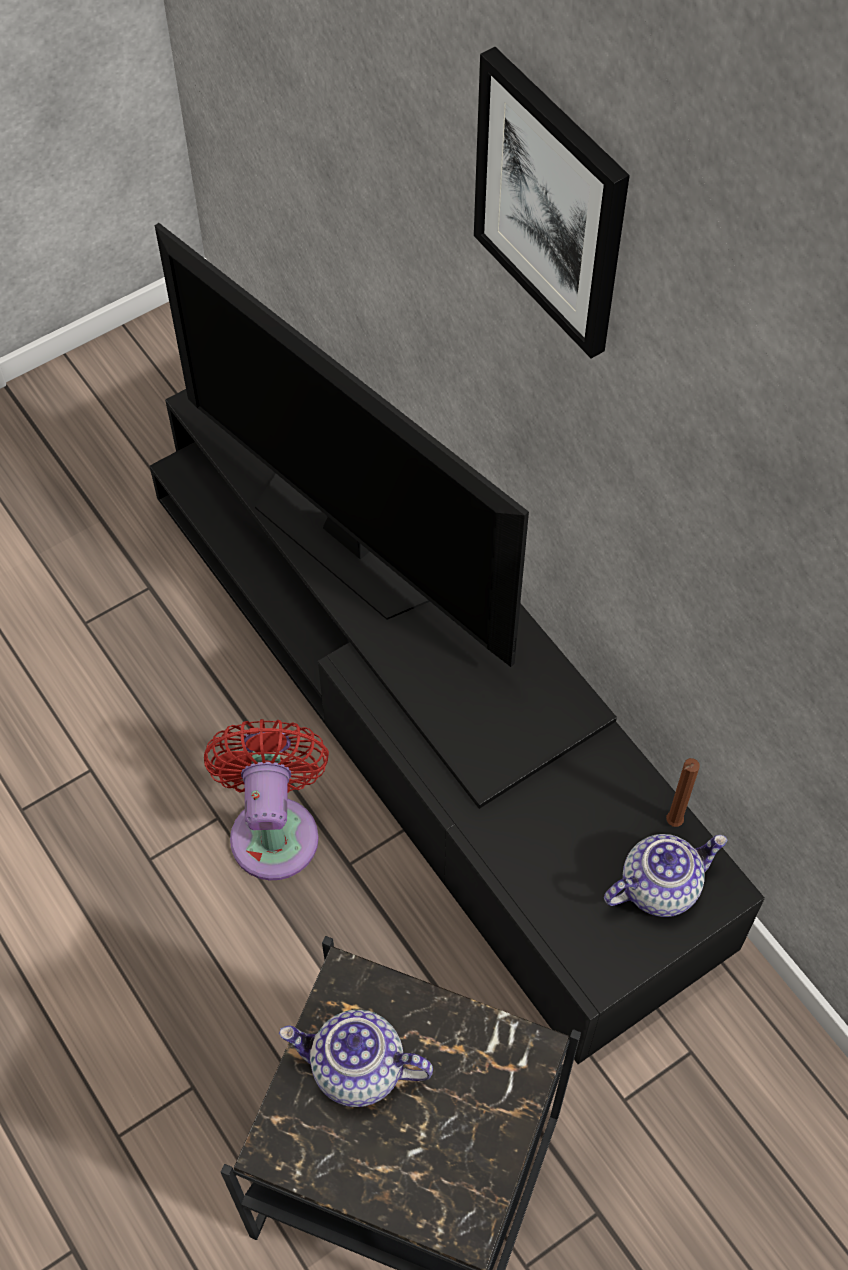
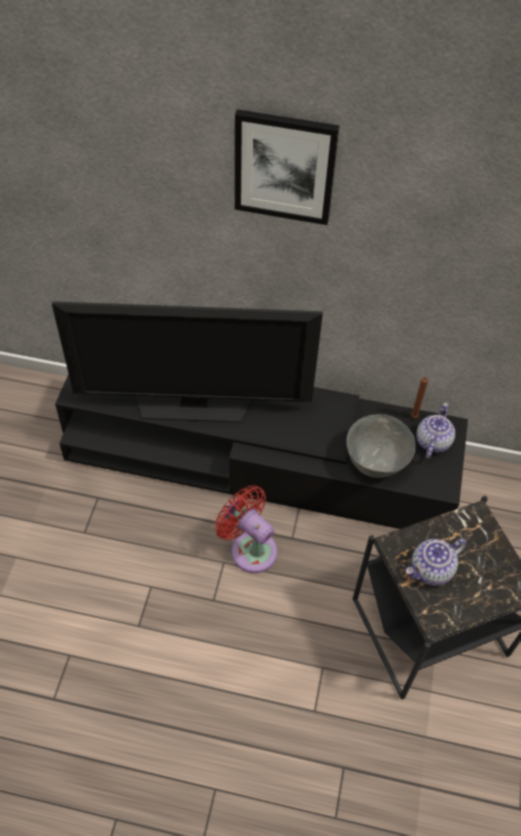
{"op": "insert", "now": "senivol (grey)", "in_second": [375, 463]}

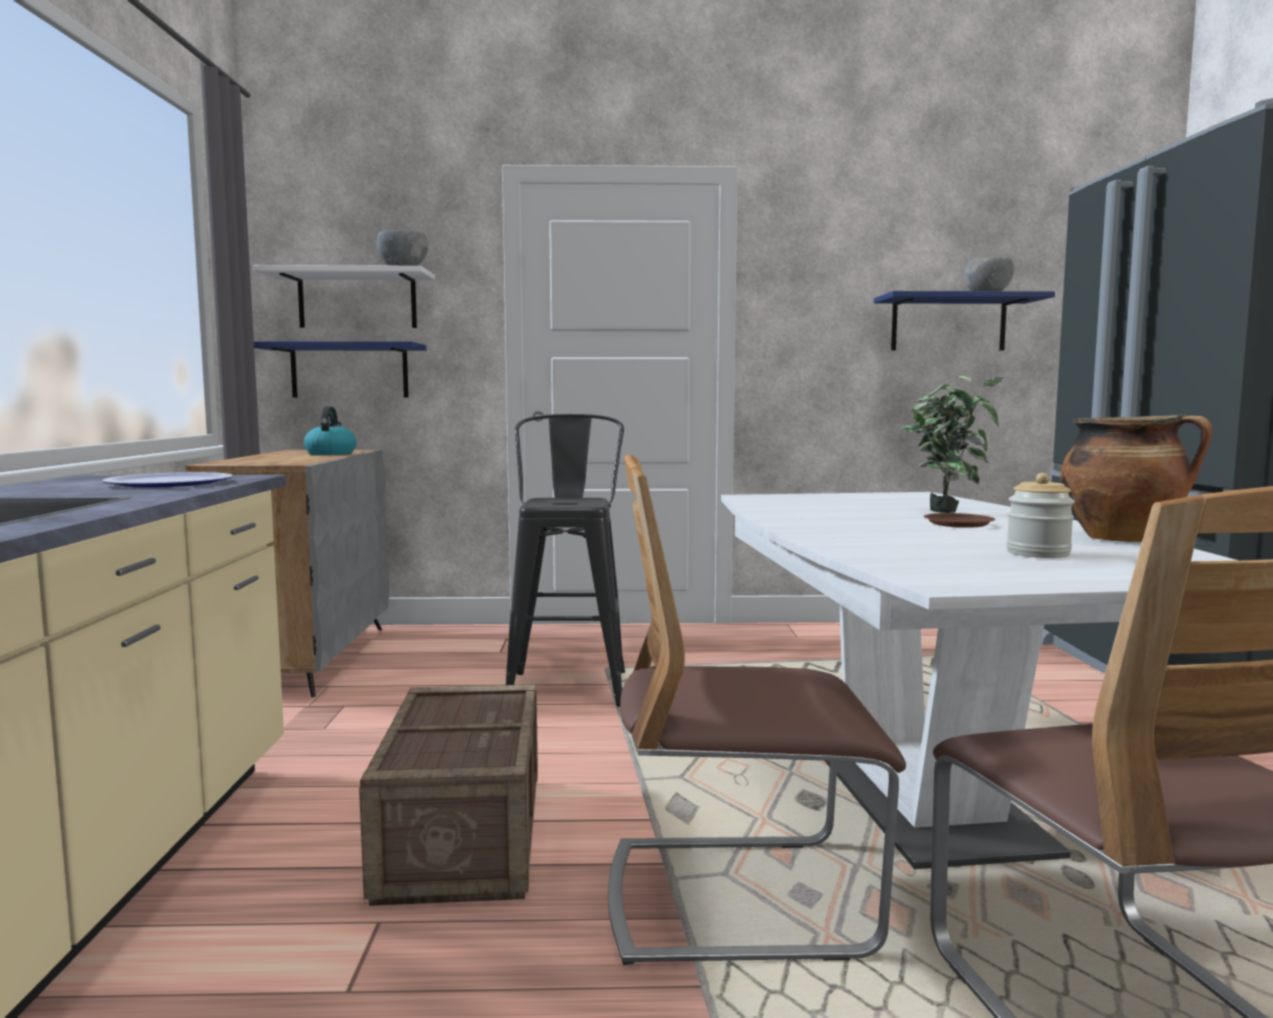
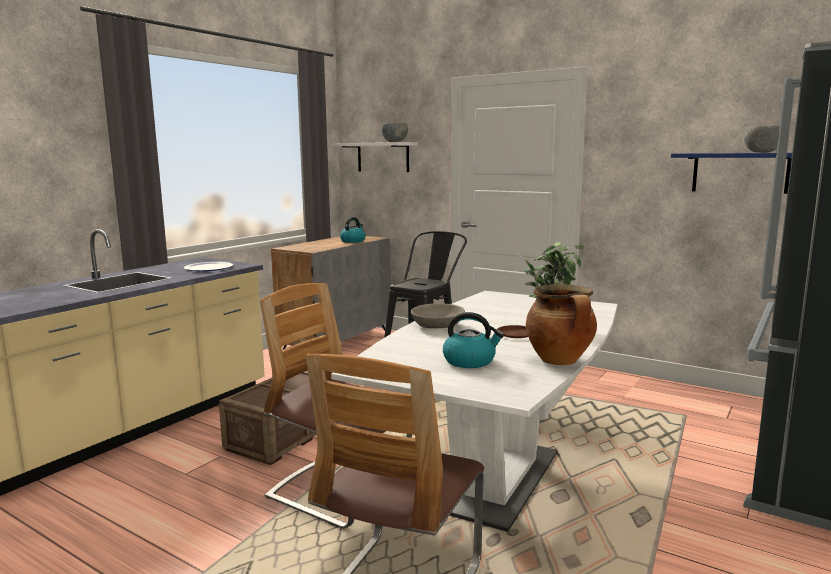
{"op": "delete", "was": "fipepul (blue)", "in_first": [349, 371]}
{"op": "insert", "now": "senivol (grey)", "in_second": [437, 325]}
{"op": "replace", "was": "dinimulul", "now": "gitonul", "in_first": [1038, 553], "in_second": [470, 361]}

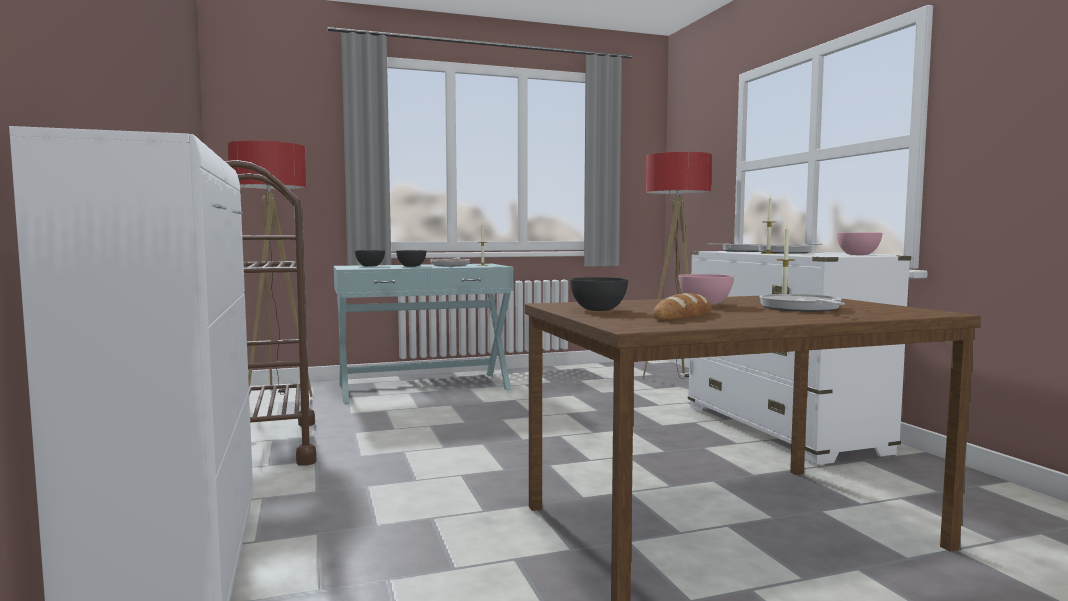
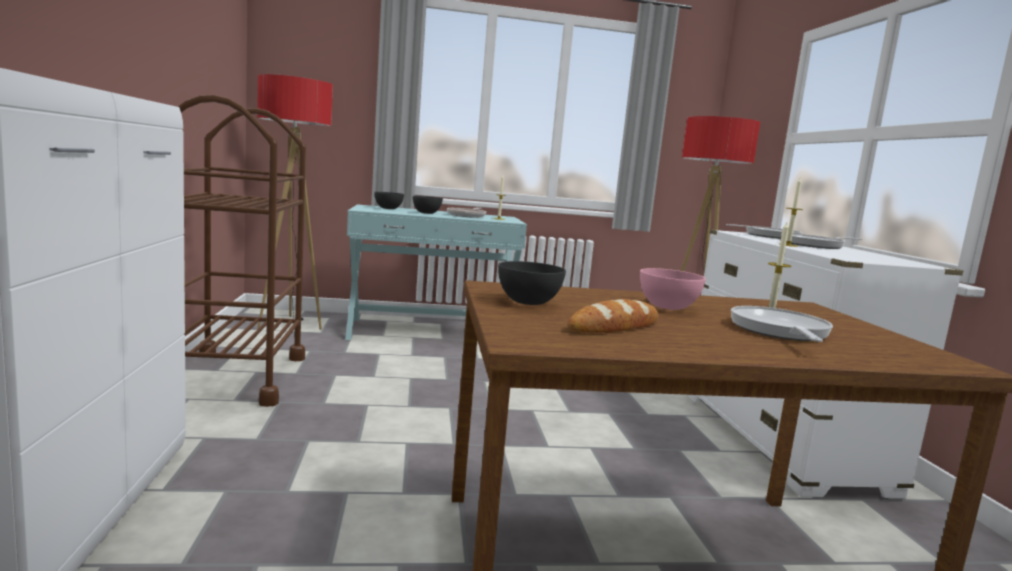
{"op": "delete", "was": "senivol (pink)", "in_first": [857, 255]}

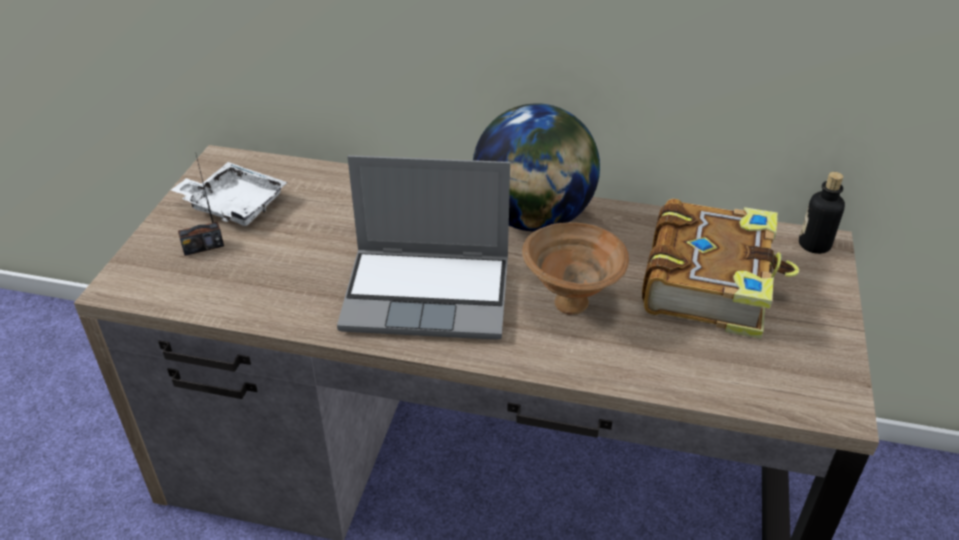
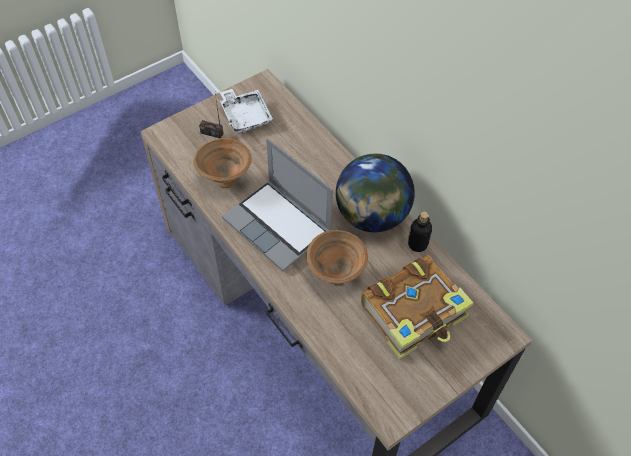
{"op": "insert", "now": "senivol (brown)", "in_second": [224, 181]}
{"op": "move", "was": "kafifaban", "in_first": [814, 244], "in_second": [417, 244]}

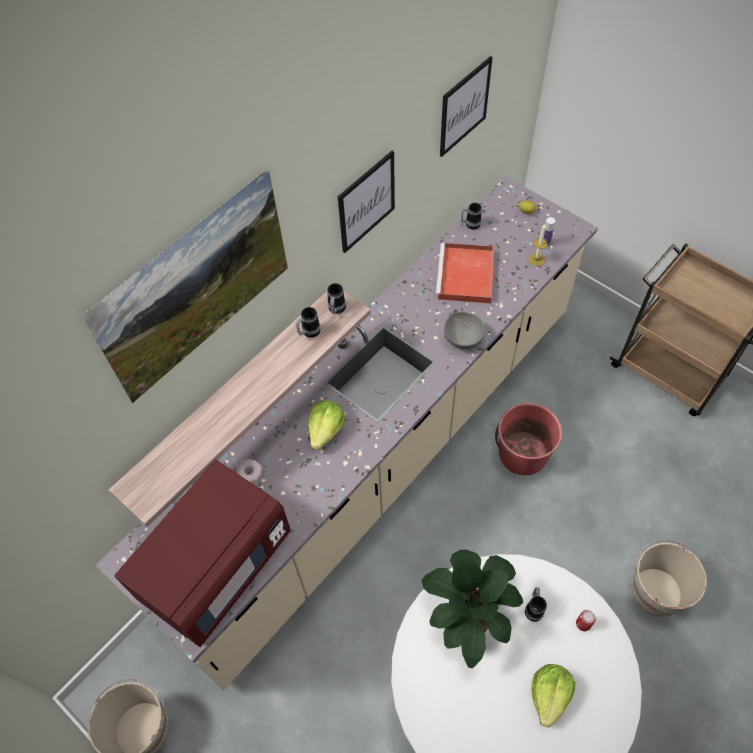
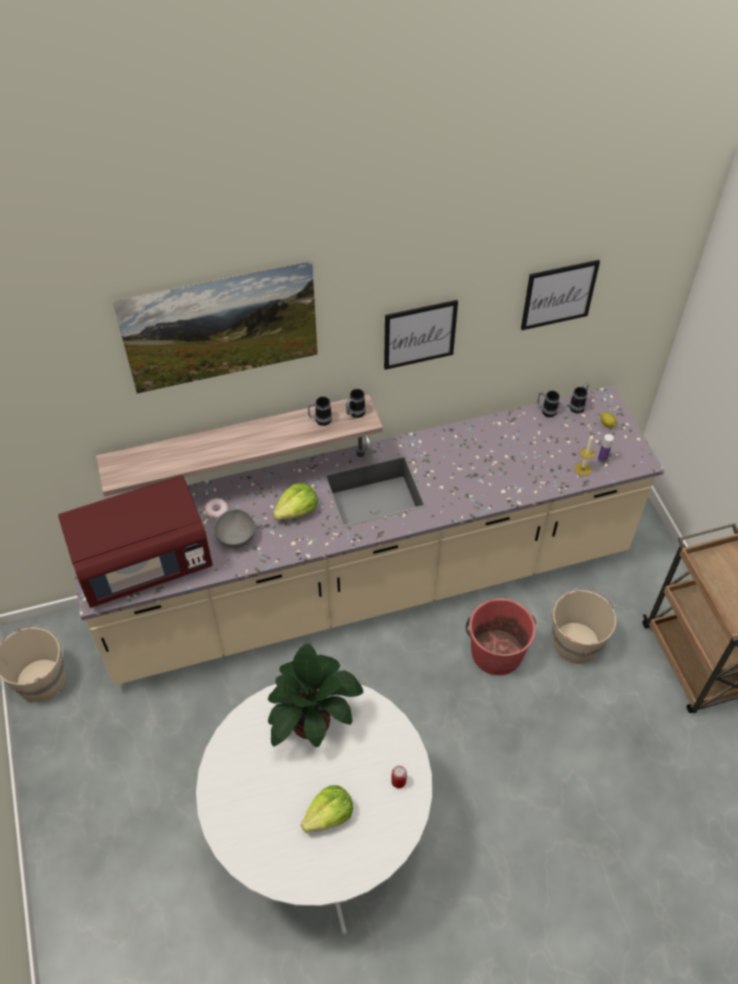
{"op": "delete", "was": "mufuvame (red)", "in_first": [466, 276]}
{"op": "move", "was": "senivol (grey)", "in_first": [463, 338], "in_second": [237, 536]}
{"op": "move", "was": "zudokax", "in_first": [533, 608], "in_second": [578, 406]}
{"op": "move", "was": "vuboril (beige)", "in_first": [655, 591], "in_second": [575, 641]}

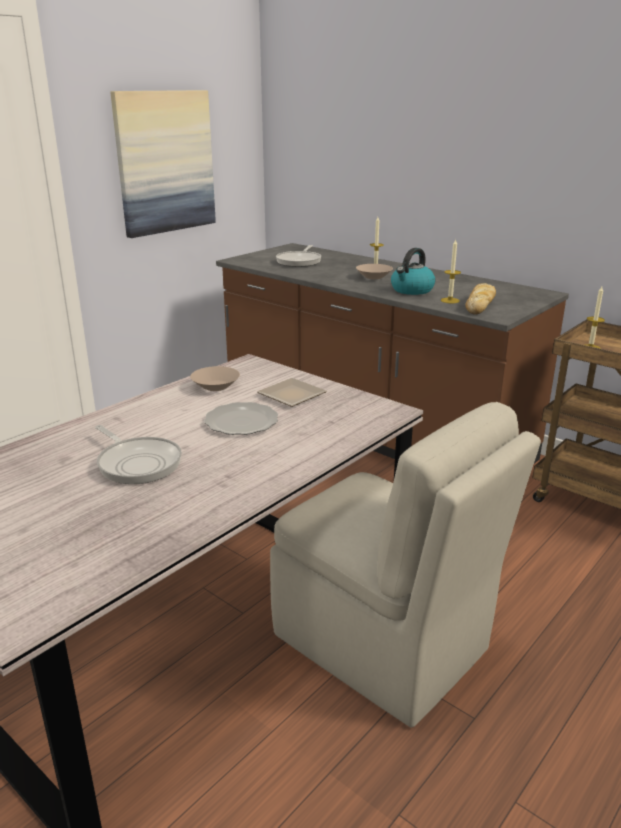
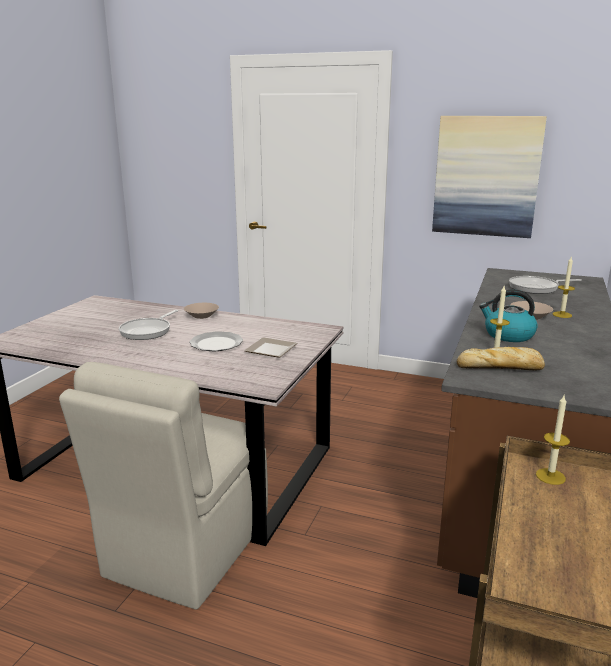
{"op": "move", "was": "senivol (beige)", "in_first": [216, 387], "in_second": [202, 316]}

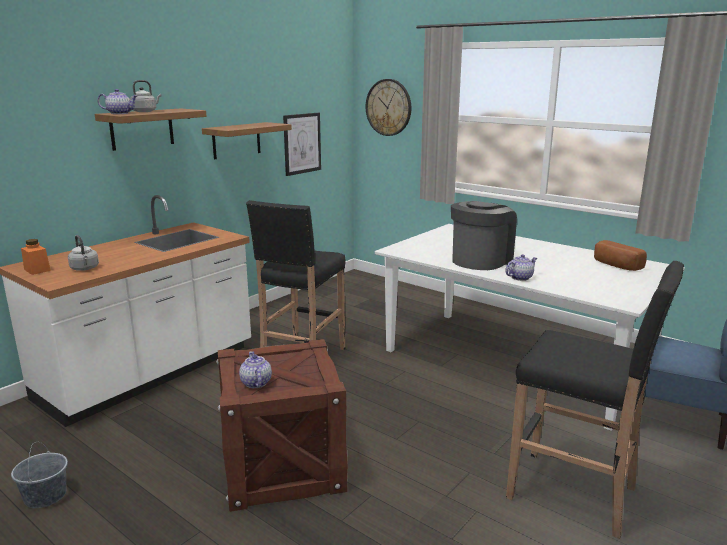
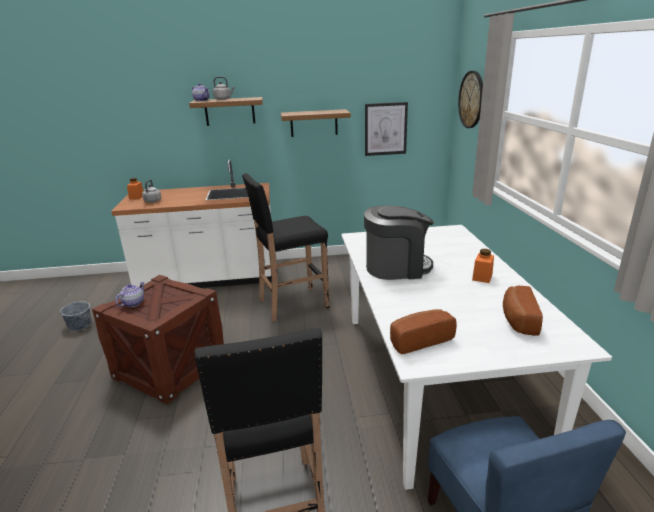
{"op": "delete", "was": "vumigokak", "in_first": [520, 277]}
{"op": "insert", "now": "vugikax", "in_second": [419, 340]}
{"op": "insert", "now": "dinimulul (orange)", "in_second": [482, 277]}

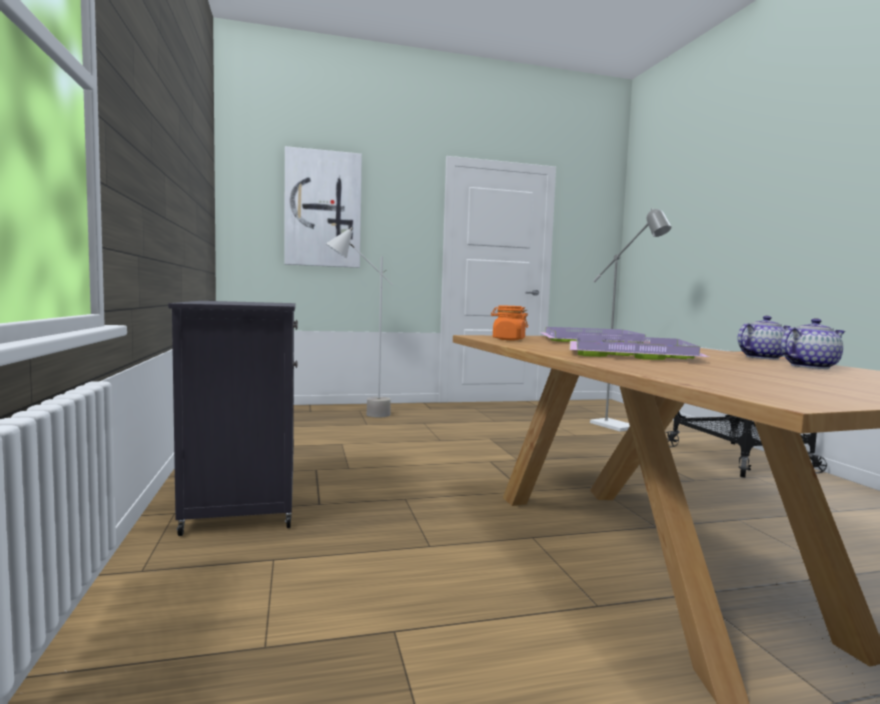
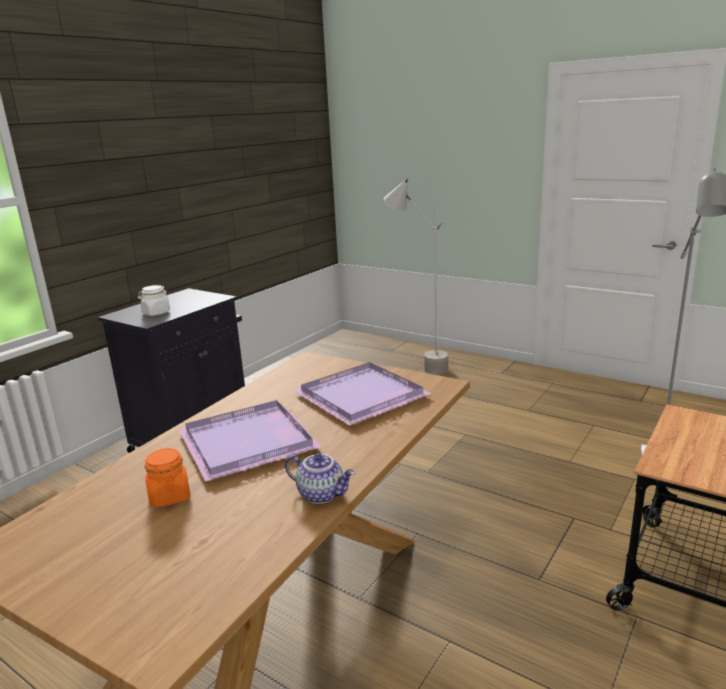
{"op": "delete", "was": "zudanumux", "in_first": [323, 209]}
{"op": "delete", "was": "vumigokak", "in_first": [809, 367]}
{"op": "insert", "now": "dinimulul (white)", "in_second": [156, 313]}
{"op": "move", "was": "dinimulul (orange)", "in_first": [508, 339], "in_second": [169, 496]}

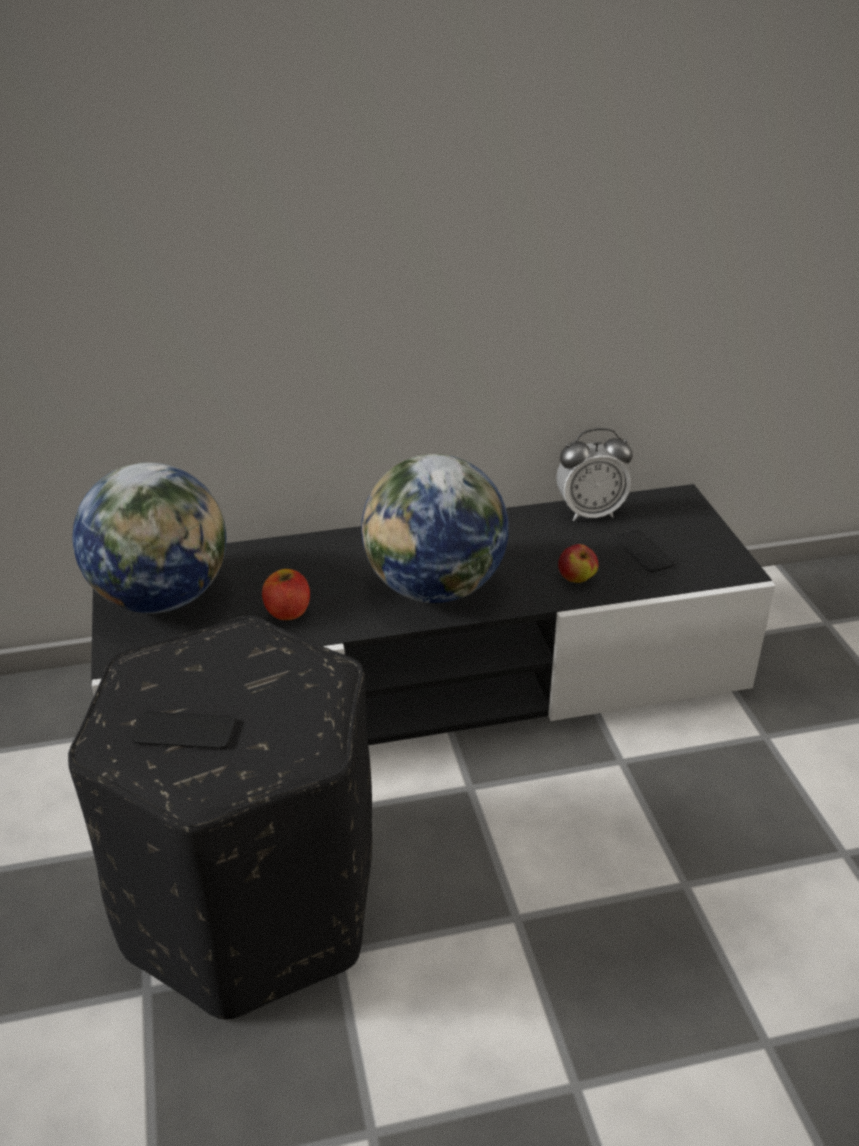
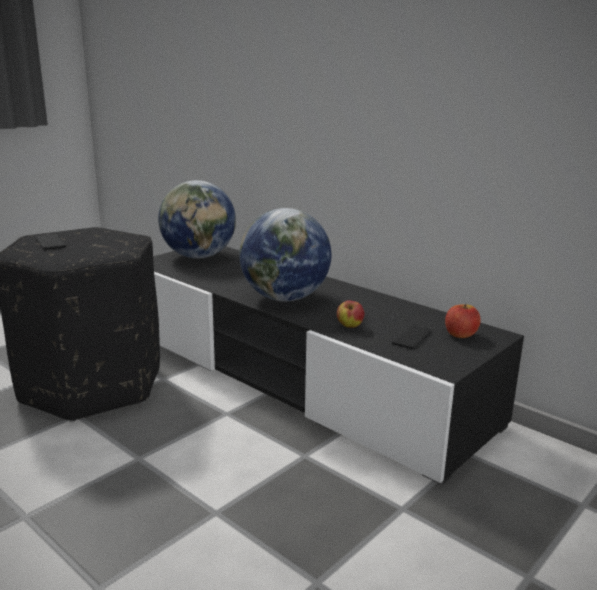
{"op": "delete", "was": "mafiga", "in_first": [590, 513]}
{"op": "move", "was": "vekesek", "in_first": [287, 612], "in_second": [460, 334]}

